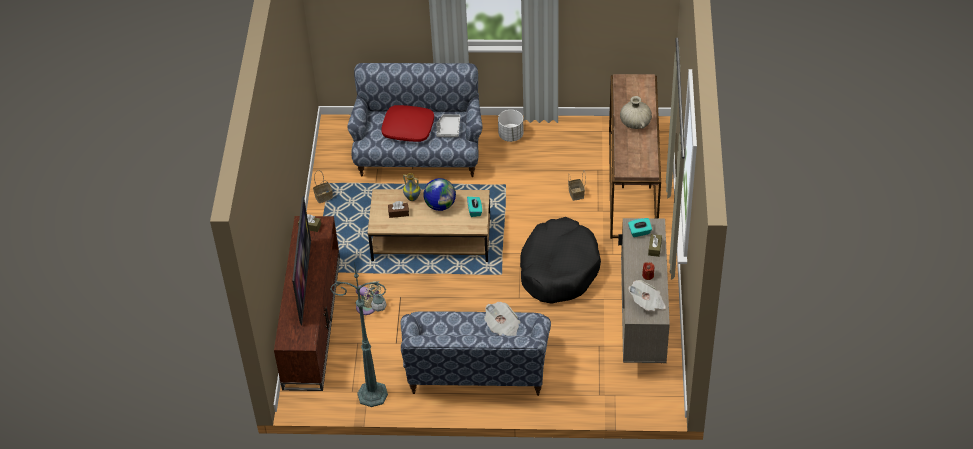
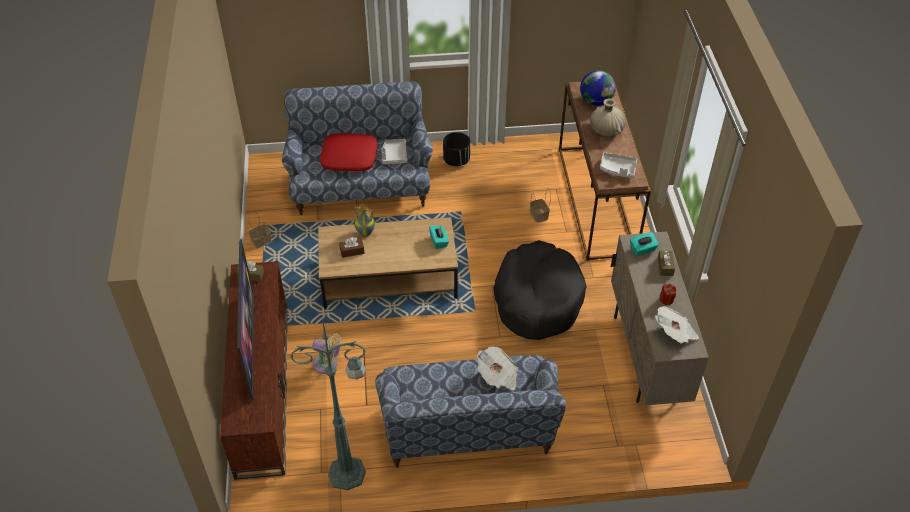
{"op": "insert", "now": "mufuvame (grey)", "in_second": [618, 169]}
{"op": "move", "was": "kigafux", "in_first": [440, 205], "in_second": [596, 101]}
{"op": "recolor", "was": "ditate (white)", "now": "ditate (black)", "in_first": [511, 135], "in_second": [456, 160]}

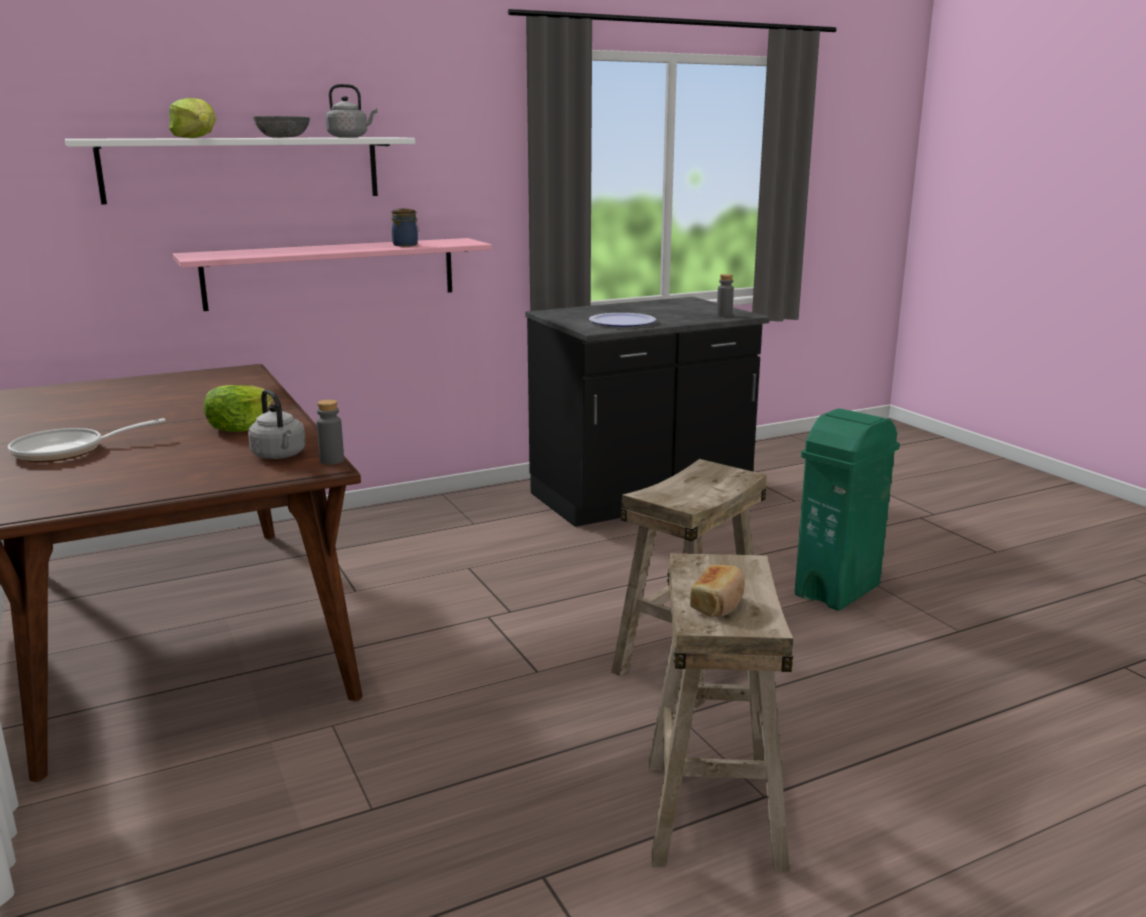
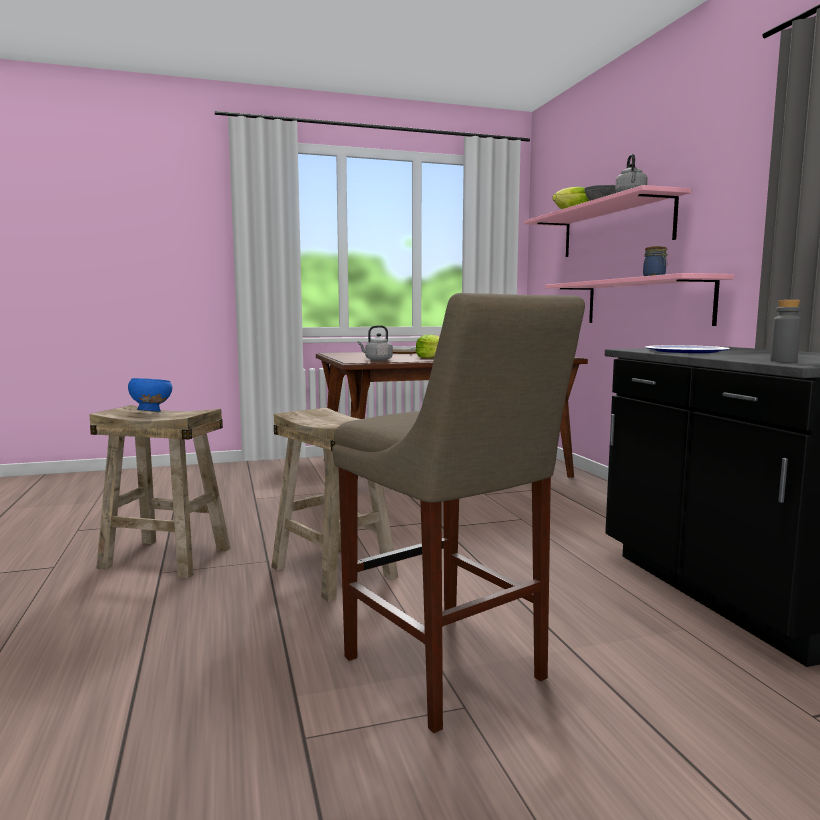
{"op": "delete", "was": "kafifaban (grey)", "in_first": [332, 461]}
{"op": "replace", "was": "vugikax", "now": "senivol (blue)", "in_first": [718, 604], "in_second": [151, 412]}
{"op": "replace", "was": "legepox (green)", "now": "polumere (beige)", "in_first": [838, 590], "in_second": [449, 672]}
{"op": "recolor", "was": "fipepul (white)", "now": "fipepul (pink)", "in_first": [244, 169], "in_second": [615, 228]}

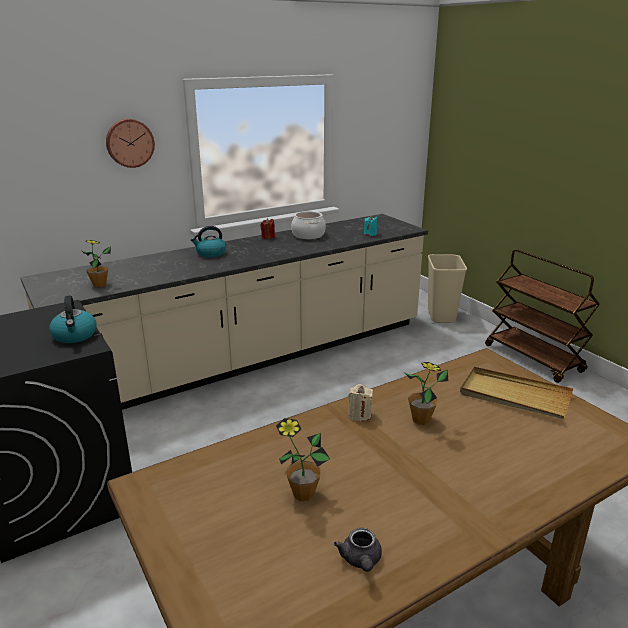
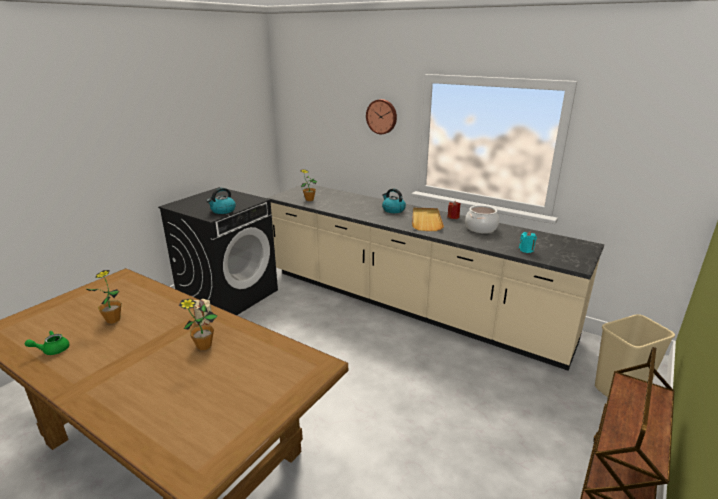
{"op": "move", "was": "mufuvame (beige)", "in_first": [514, 396], "in_second": [426, 221]}
{"op": "recolor", "was": "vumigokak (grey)", "now": "vumigokak (green)", "in_first": [361, 561], "in_second": [52, 350]}

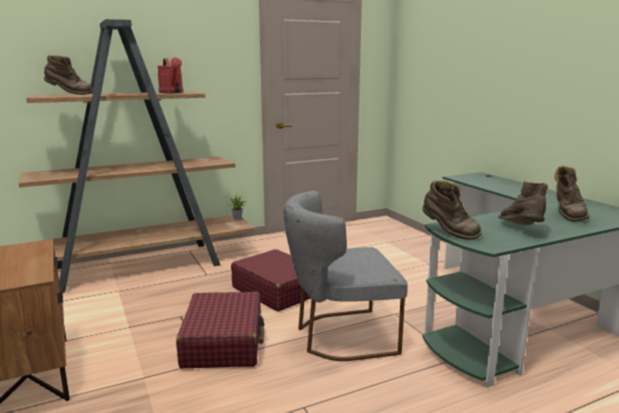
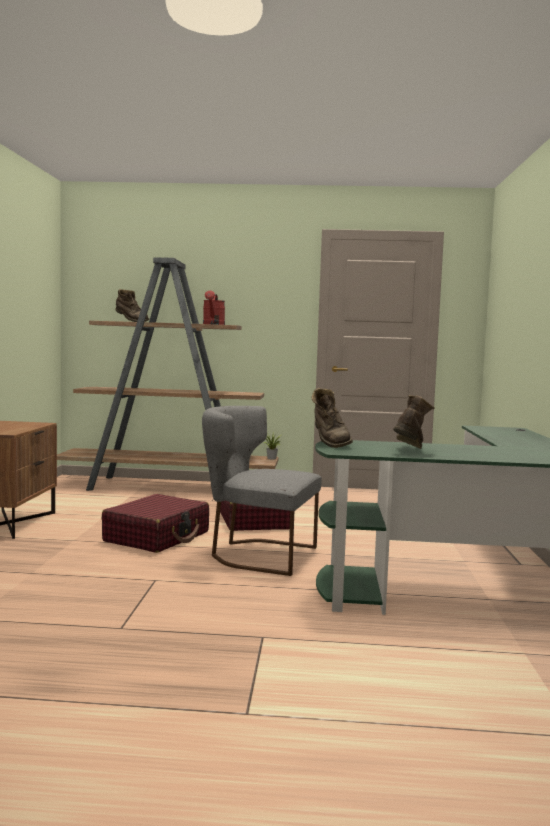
{"op": "delete", "was": "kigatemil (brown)", "in_first": [567, 215]}

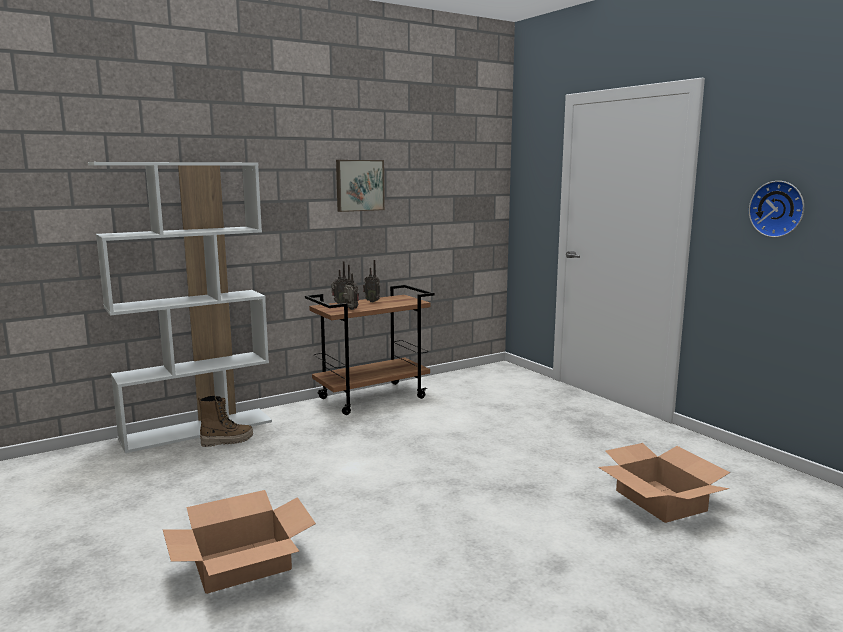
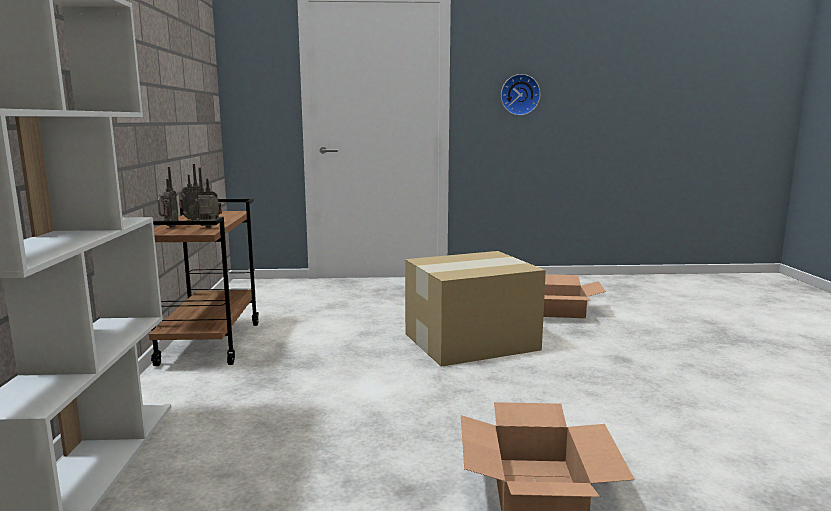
{"op": "delete", "was": "kigatemil", "in_first": [227, 441]}
{"op": "delete", "was": "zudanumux", "in_first": [359, 185]}
{"op": "insert", "now": "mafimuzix", "in_second": [473, 342]}

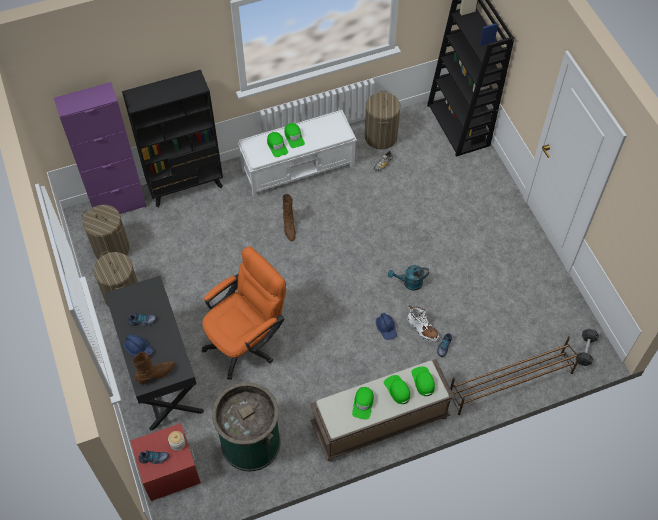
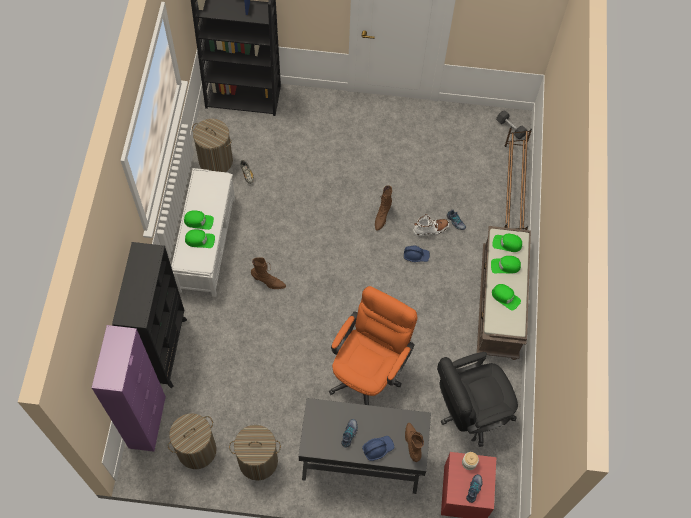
{"op": "replace", "was": "legepox (green)", "now": "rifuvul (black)", "in_first": [250, 442], "in_second": [469, 413]}
{"op": "replace", "was": "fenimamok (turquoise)", "now": "kigatemil (brown)", "in_first": [409, 283], "in_second": [382, 216]}
{"op": "rotate", "was": "rifuvul (orange)", "in_first": [247, 341], "in_second": [368, 372], "clockwise": 45}

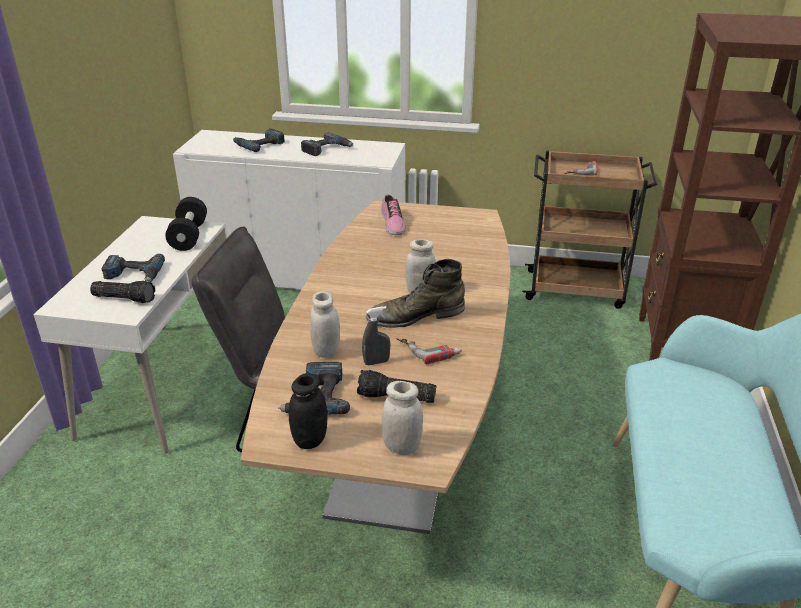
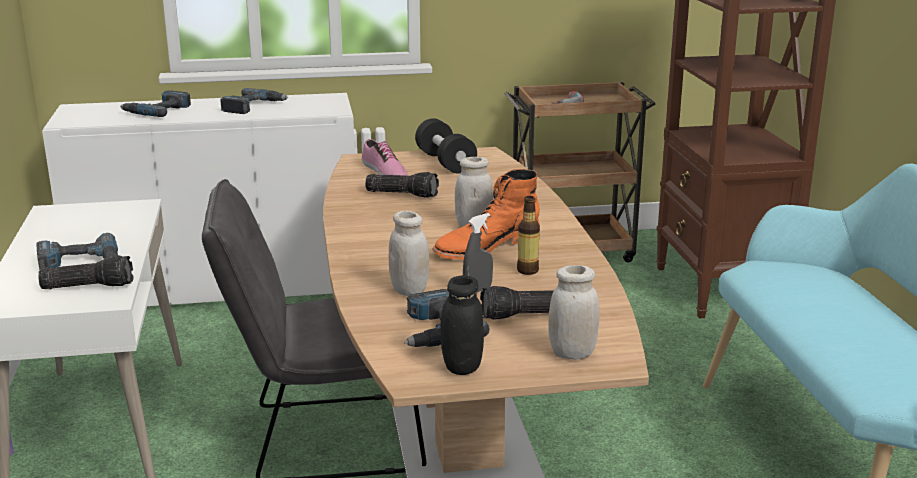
{"op": "insert", "now": "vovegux", "in_second": [403, 194]}
{"op": "move", "was": "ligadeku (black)", "in_first": [189, 236], "in_second": [445, 162]}
{"op": "replace", "was": "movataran", "now": "kafifaban", "in_first": [429, 349], "in_second": [527, 270]}
{"op": "recolor", "was": "kigatemil (green)", "now": "kigatemil (orange)", "in_first": [415, 316], "in_second": [486, 246]}

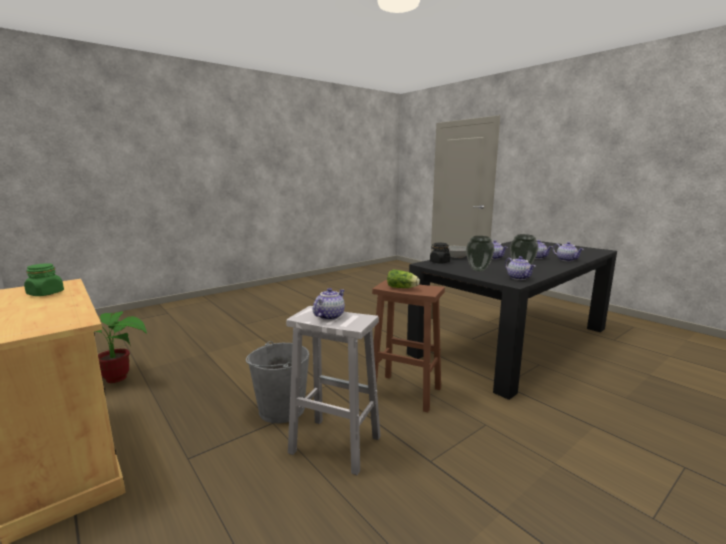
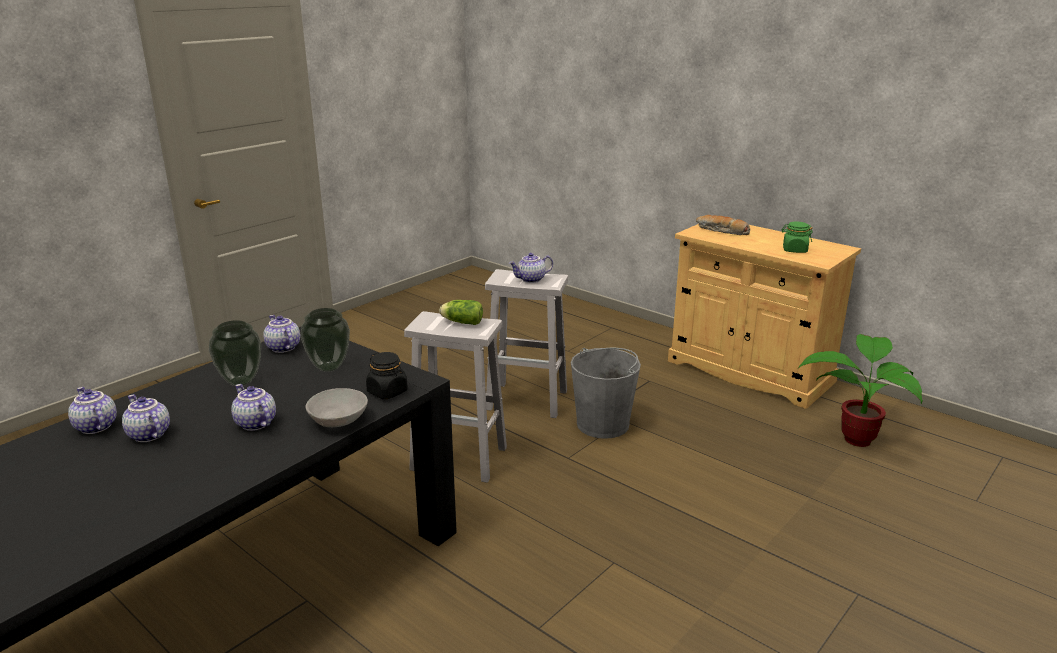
{"op": "insert", "now": "vugikax", "in_second": [721, 231]}
{"op": "recolor", "was": "polumere (brown)", "now": "polumere (white)", "in_first": [404, 392], "in_second": [461, 458]}
{"op": "rotate", "was": "vumigokak", "in_first": [329, 316], "in_second": [531, 280], "clockwise": 45}

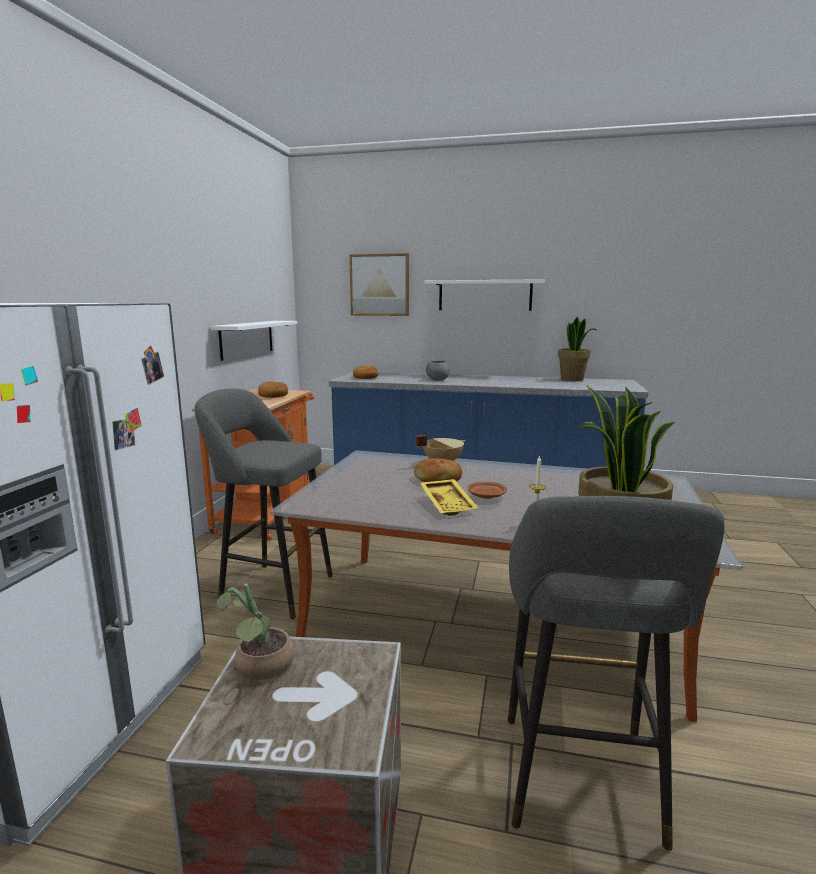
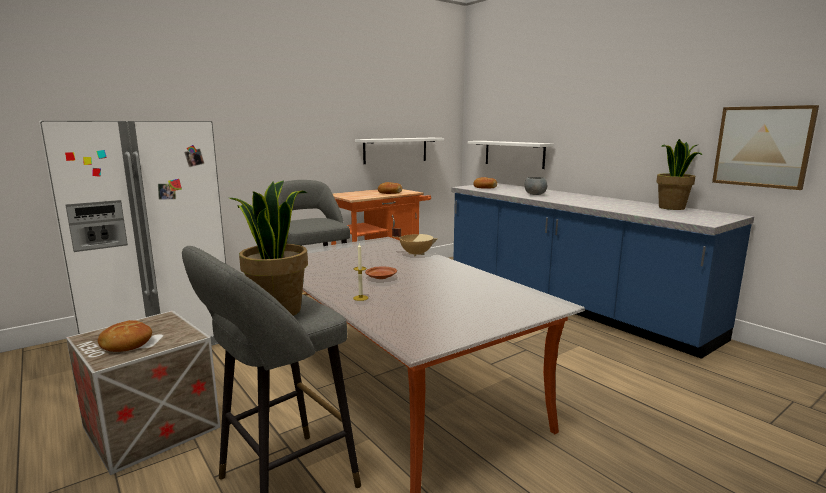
{"op": "delete", "was": "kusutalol", "in_first": [260, 669]}
{"op": "delete", "was": "mufuvame (yellow)", "in_first": [449, 504]}
{"op": "move", "was": "zudanumux", "in_first": [379, 285], "in_second": [762, 146]}
{"op": "move", "was": "vugikax", "in_first": [438, 479], "in_second": [126, 344]}
{"op": "move", "was": "fipepul (white)", "in_first": [485, 295], "in_second": [514, 154]}

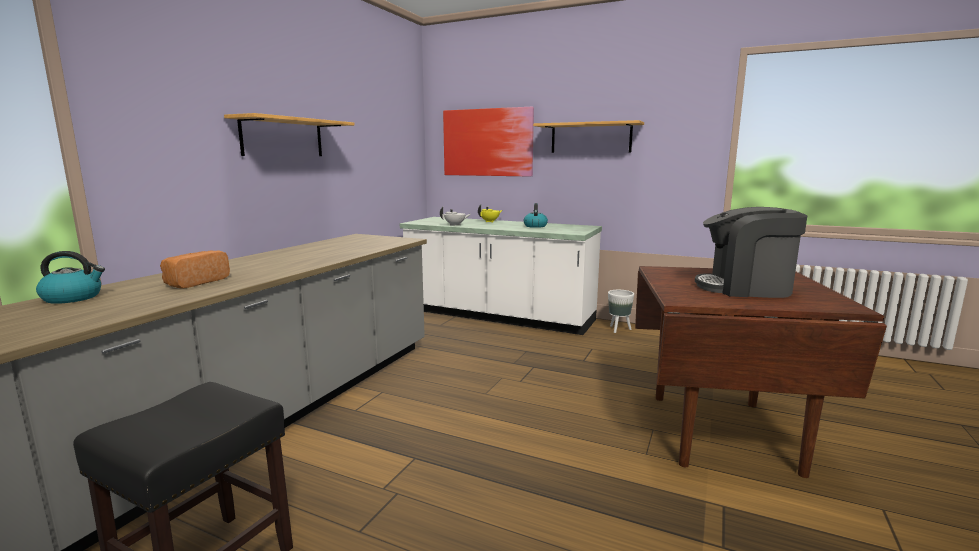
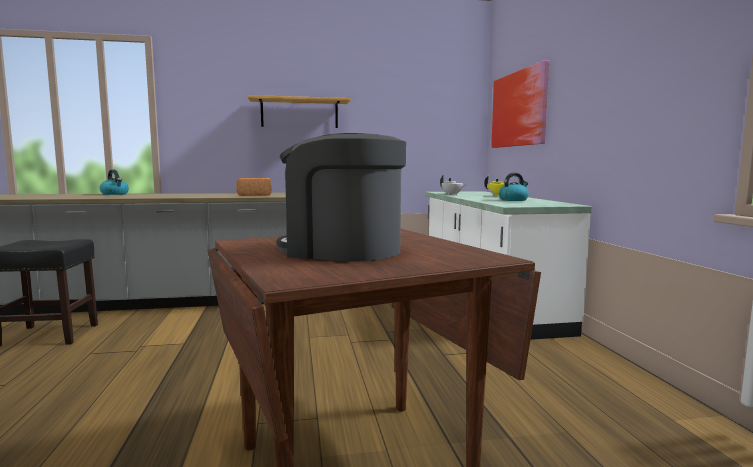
{"op": "delete", "was": "fipepul", "in_first": [590, 138]}
{"op": "delete", "was": "ditate (white)", "in_first": [618, 329]}
{"op": "move", "was": "vugikax", "in_first": [195, 282], "in_second": [254, 195]}
{"op": "rotate", "was": "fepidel", "in_first": [745, 288], "in_second": [342, 250], "clockwise": -45}

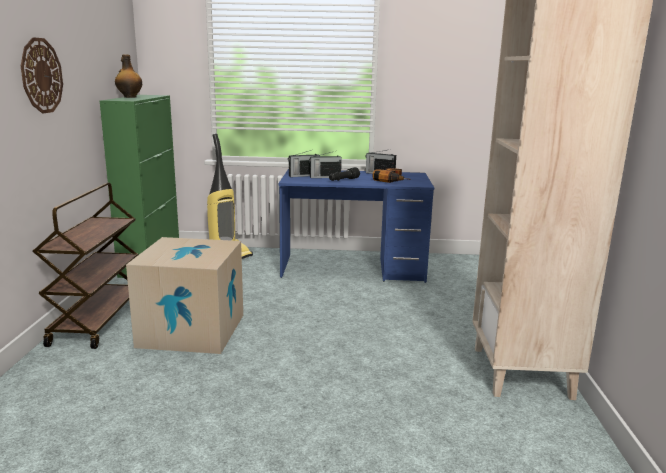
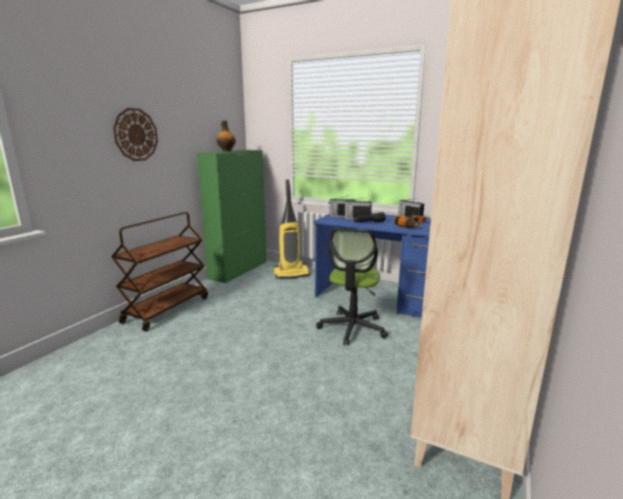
{"op": "delete", "was": "mafimuzix", "in_first": [192, 330]}
{"op": "insert", "now": "rifuvul", "in_second": [352, 328]}

